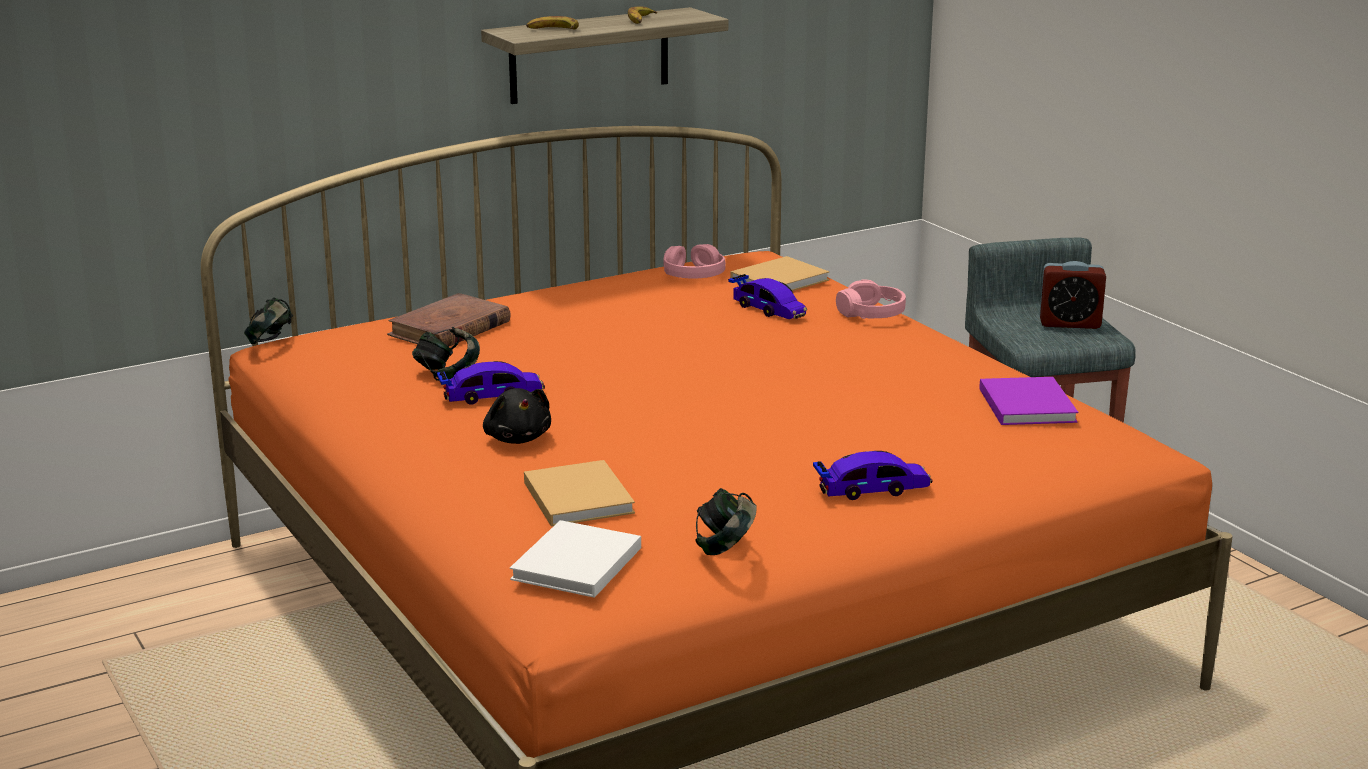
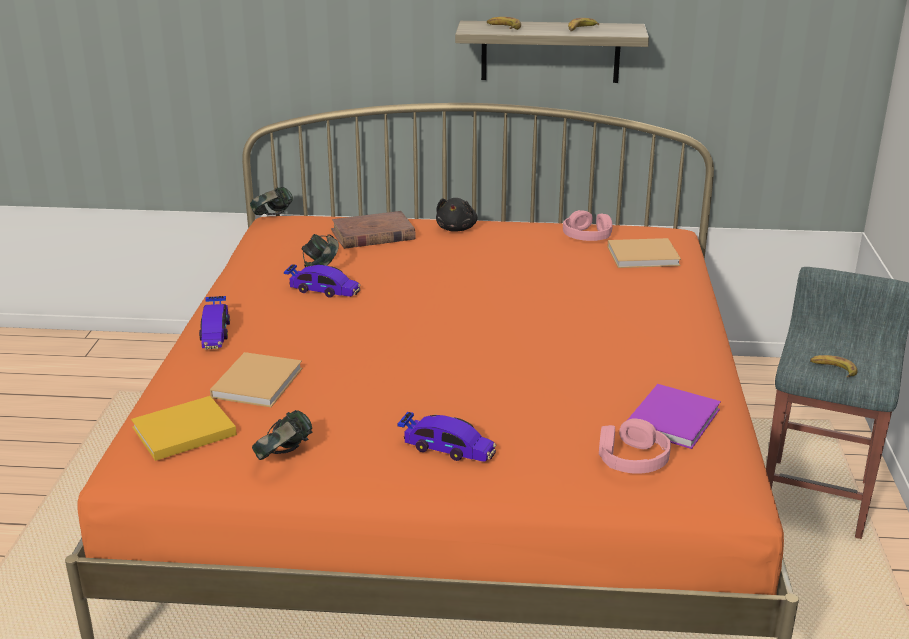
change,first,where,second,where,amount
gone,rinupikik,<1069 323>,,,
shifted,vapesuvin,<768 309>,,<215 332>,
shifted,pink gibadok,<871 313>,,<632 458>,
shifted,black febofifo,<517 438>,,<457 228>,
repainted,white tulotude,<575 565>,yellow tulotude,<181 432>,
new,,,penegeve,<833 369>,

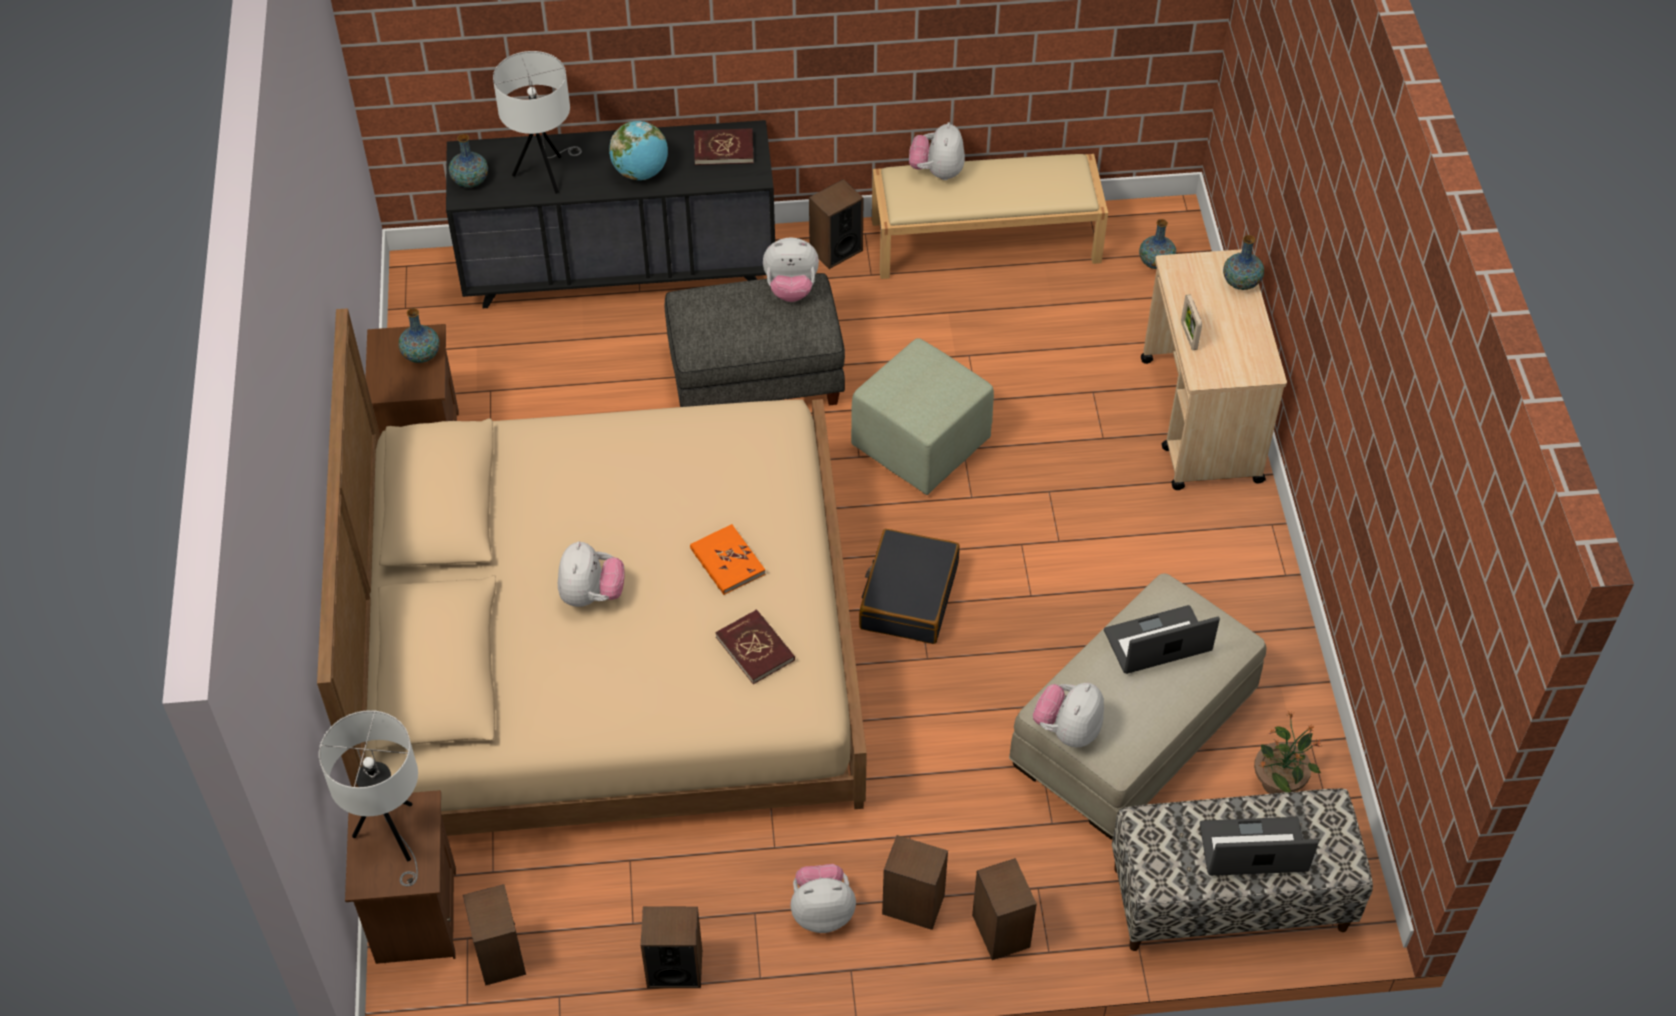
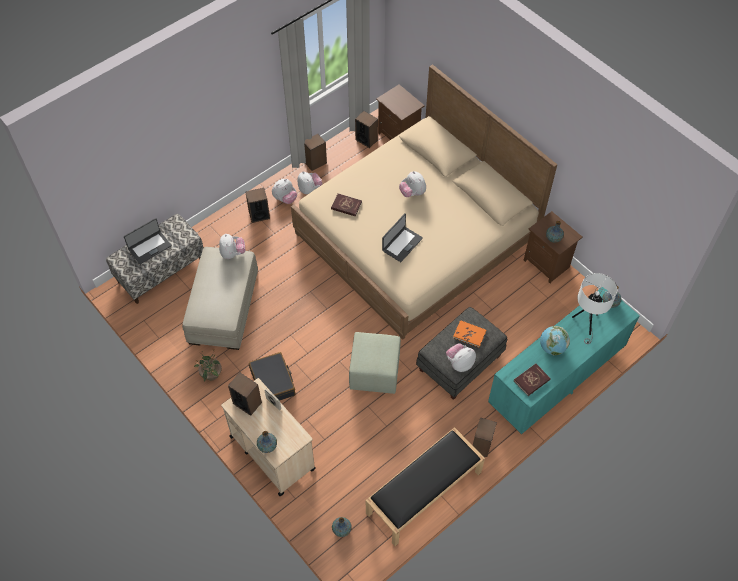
change,first,where,second,where,amount
repainted,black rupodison,<621 270>,turquoise rupodison,<555 379>,
shifted,febofifo,<937 172>,,<309 189>,
repainted,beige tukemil,<987 240>,black tukemil,<424 493>,
shifted,orange tulotude,<727 562>,,<469 334>,
shifted,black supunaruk,<908 596>,,<273 382>,
shifted,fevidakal,<1158 642>,,<402 244>,
gone,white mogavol,<392 837>,,,
shifted,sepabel,<1279 781>,,<211 374>,
shifted,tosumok,<1000 931>,,<247 403>,

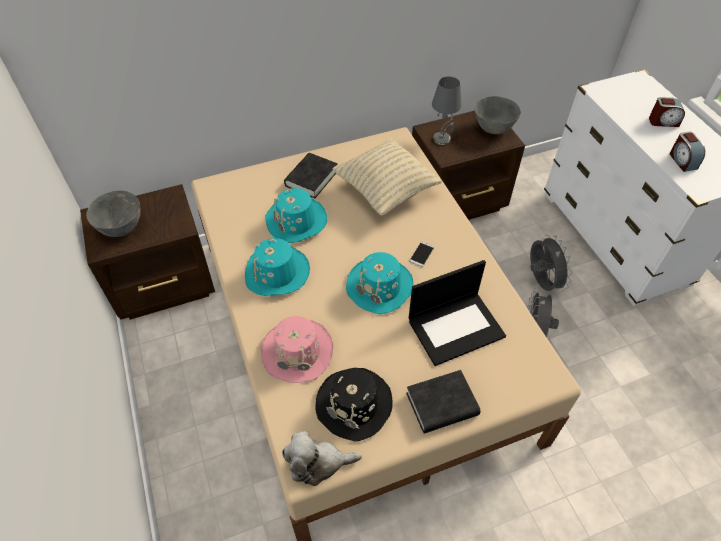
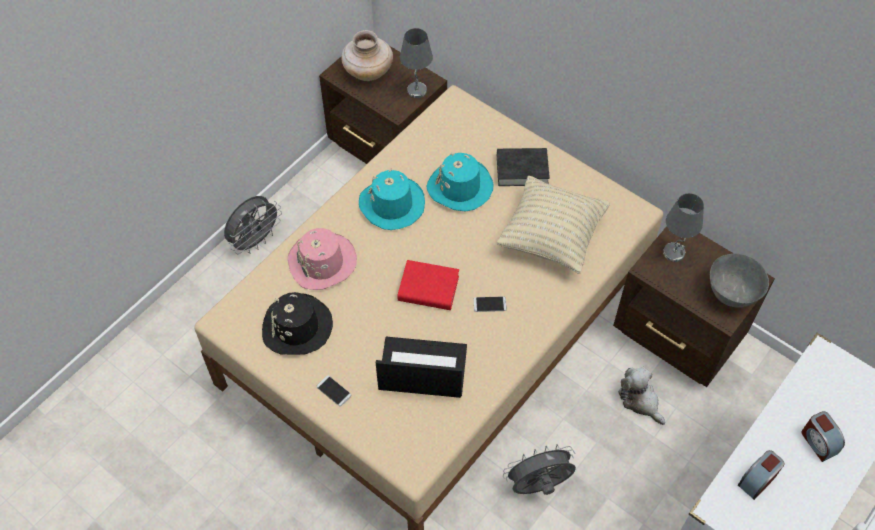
change,first,where,second,where,amount
swapped,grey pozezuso,<121 228>,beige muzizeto,<368 72>,
shifted,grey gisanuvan,<540 281>,,<255 241>,
swapped,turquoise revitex,<380 286>,red tulotude,<428 289>,
rotated,fevidakal,<456 327>,,<421 369>,150 degrees clockwise
swapped,black tulotude,<442 404>,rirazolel,<334 391>,
shifted,febofifo,<318 463>,,<640 400>,
new,,,grey mogavol,<417 91>,

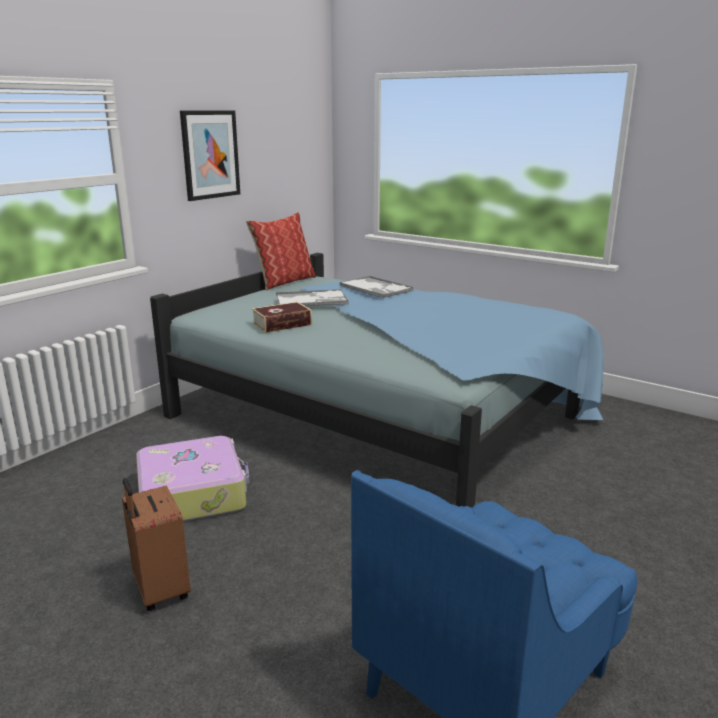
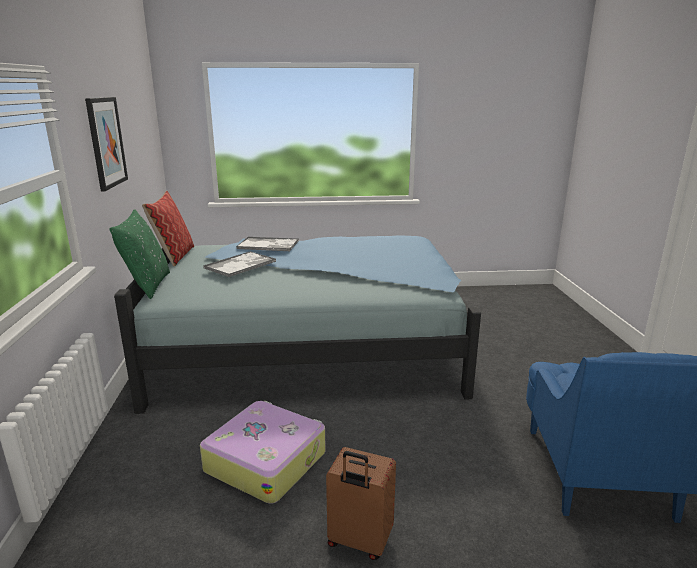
change,first,where,second,where,amount
gone,tulotude,<282 324>,,,
new,,,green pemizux,<147 286>,

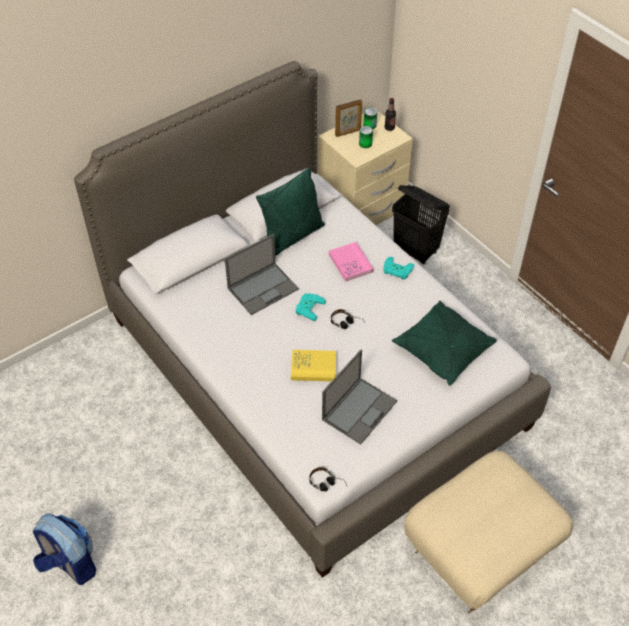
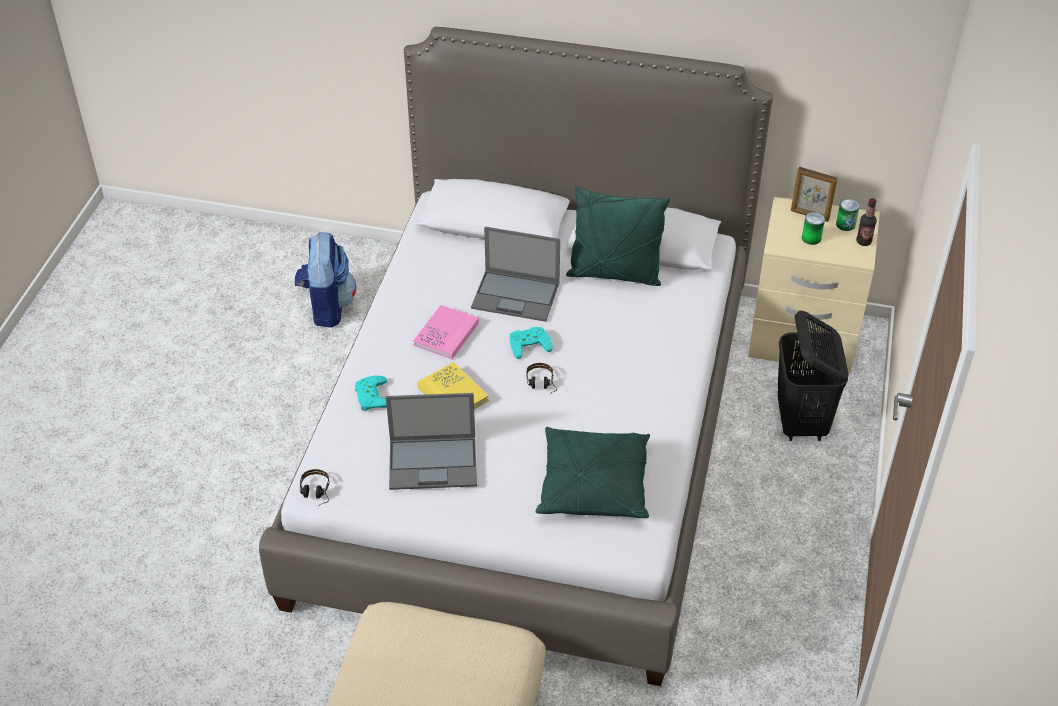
change,first,where,second,where,amount
shifted,pink tulotude,<350 263>,,<446 334>,
shifted,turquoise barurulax,<396 271>,,<370 396>,
shifted,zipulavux,<70 564>,,<327 306>,

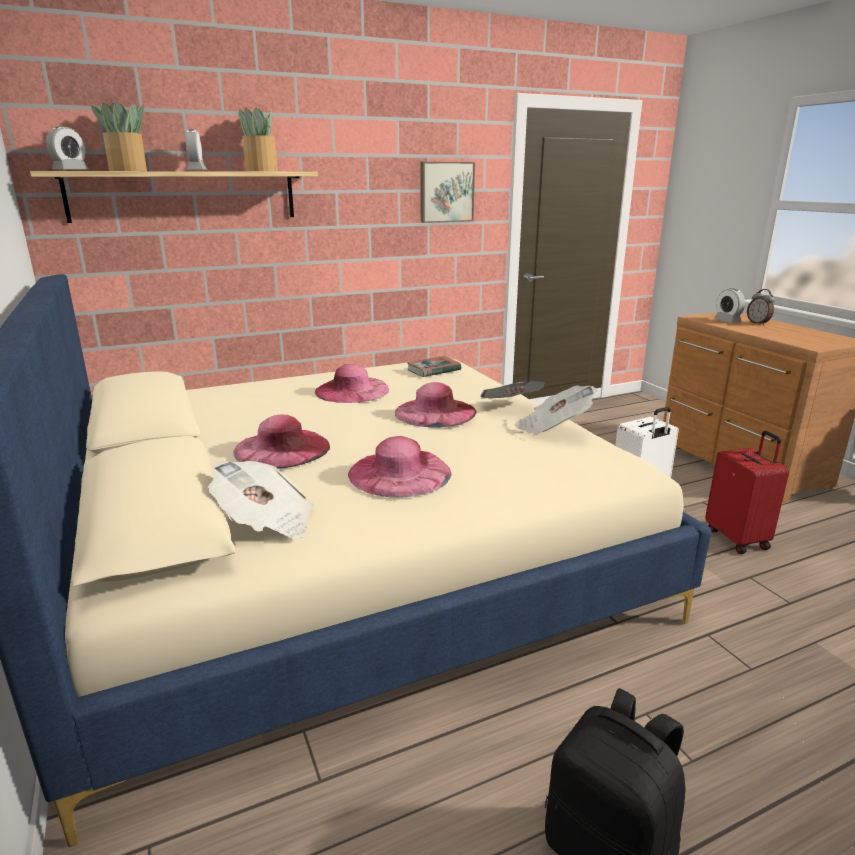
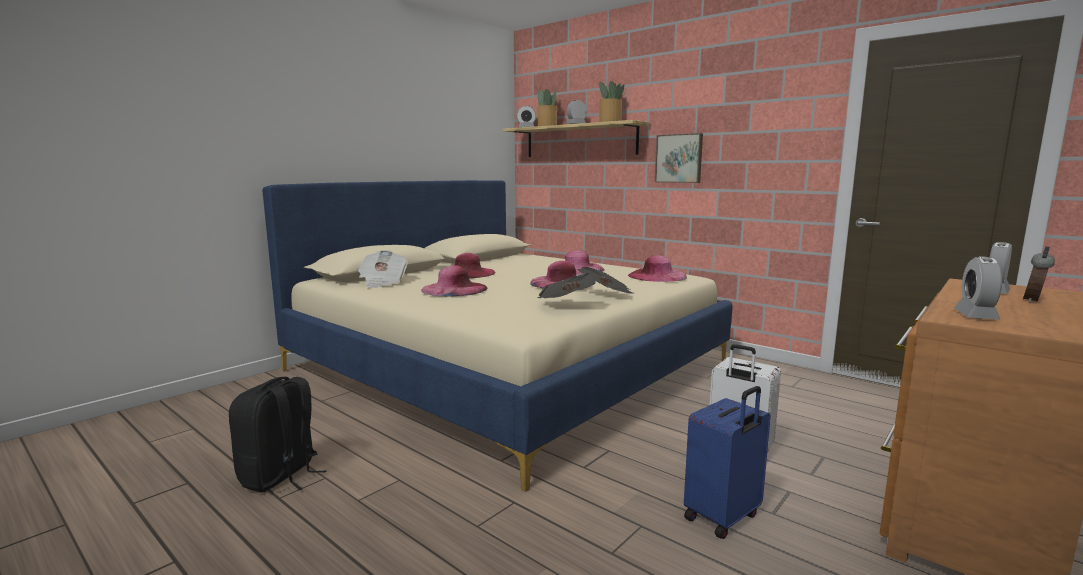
change,first,where,second,where,amount
shifted,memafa,<446 192>,,<679 158>,
swapped,tulotude,<434 370>,pink revitex,<657 276>,
repainted,red supunaruk,<738 538>,blue supunaruk,<723 517>,
new,,,rinupikik,<975 315>,

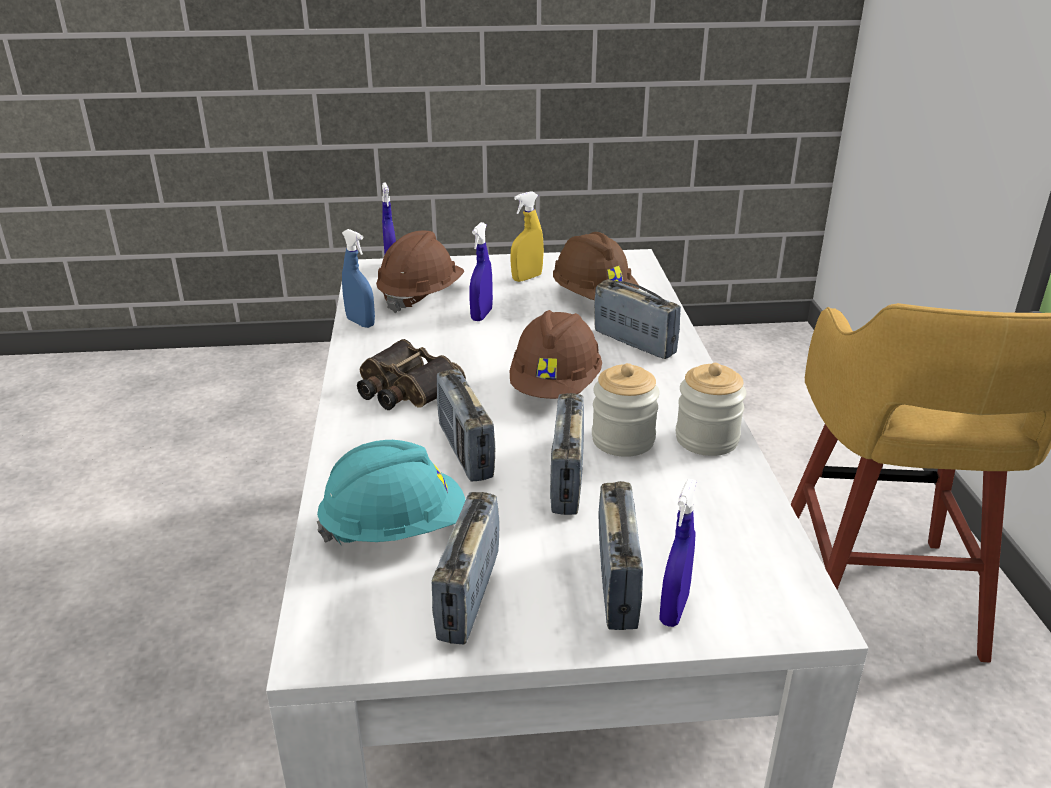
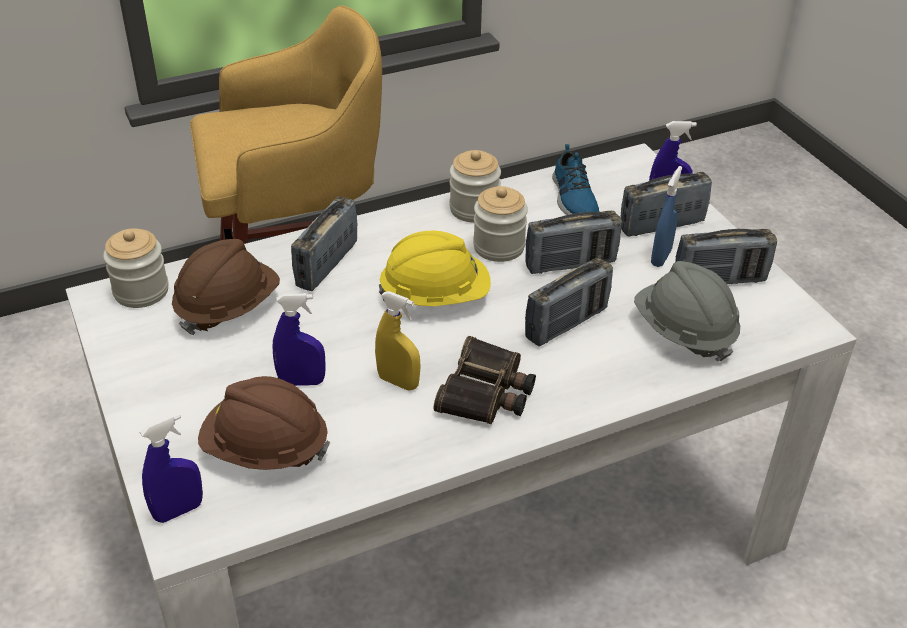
change,first,where,second,where,amount
shifted,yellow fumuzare,<527 278>,,<398 382>,
shifted,blue fumuzare,<360 322>,,<661 257>,
repainted,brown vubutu,<555 387>,yellow vubutu,<435 296>,
repainted,turquoise vubutu,<395 528>,grey vubutu,<683 332>,
new,,,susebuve,<573 199>,
new,,,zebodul,<141 291>,

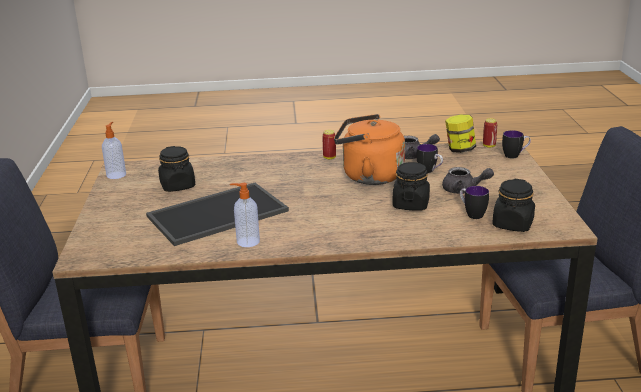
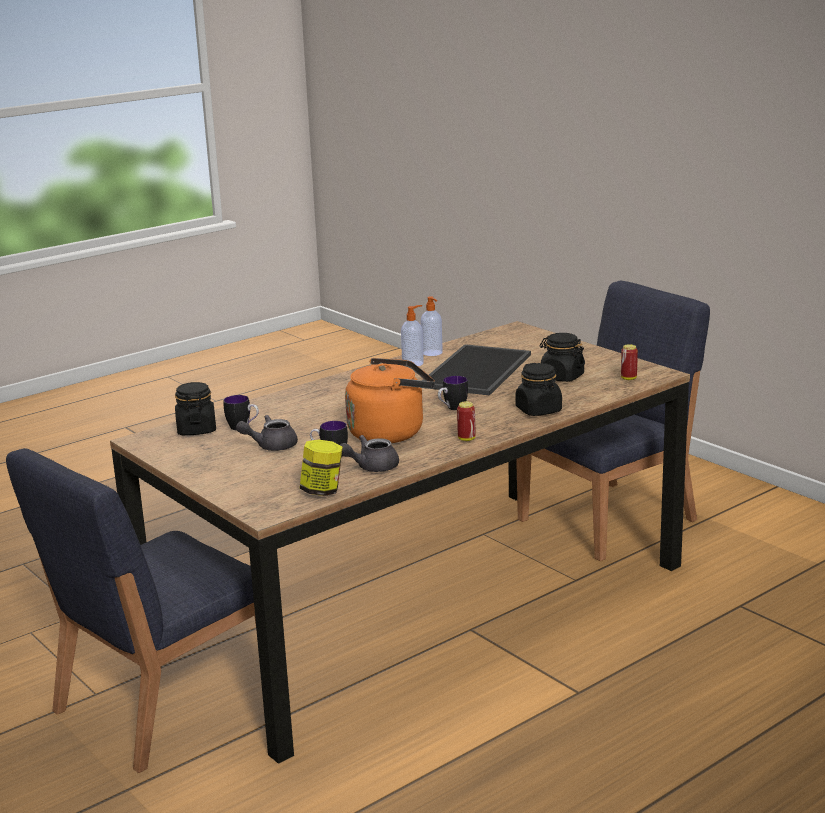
change,first,where,second,where,amount
shifted,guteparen,<489 146>,,<628 378>,
shifted,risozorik,<116 175>,,<432 353>,
shifted,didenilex,<515 155>,,<452 409>,
shifted,black zebodul,<411 204>,,<539 410>,

